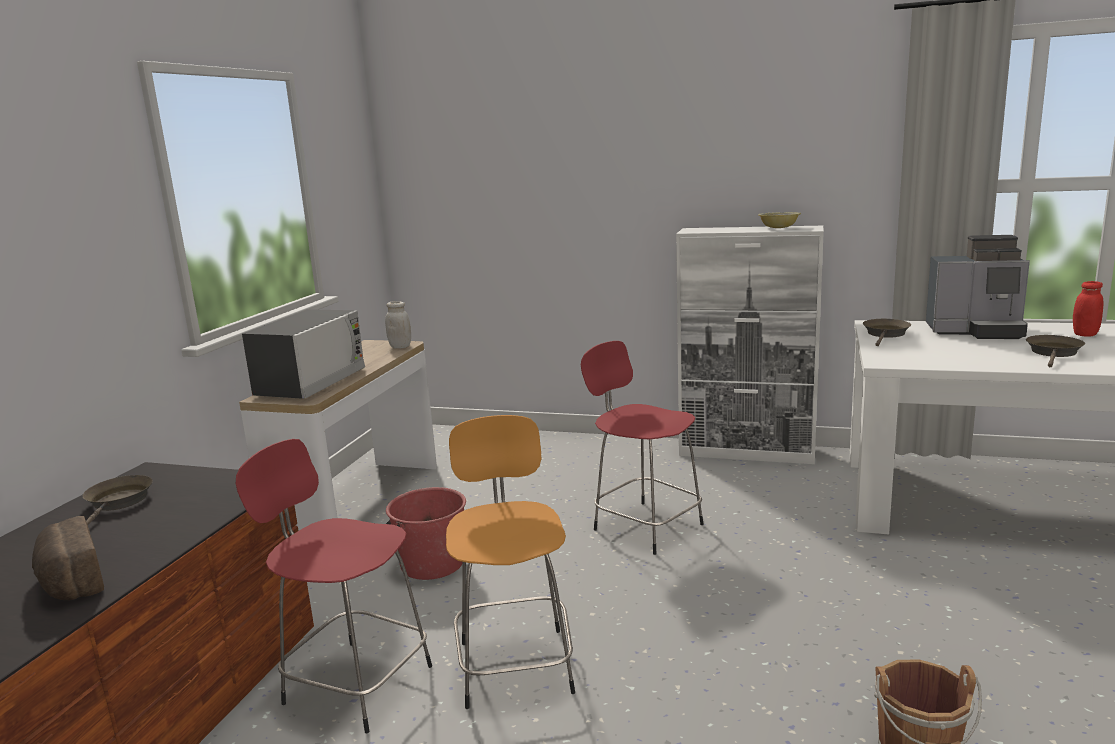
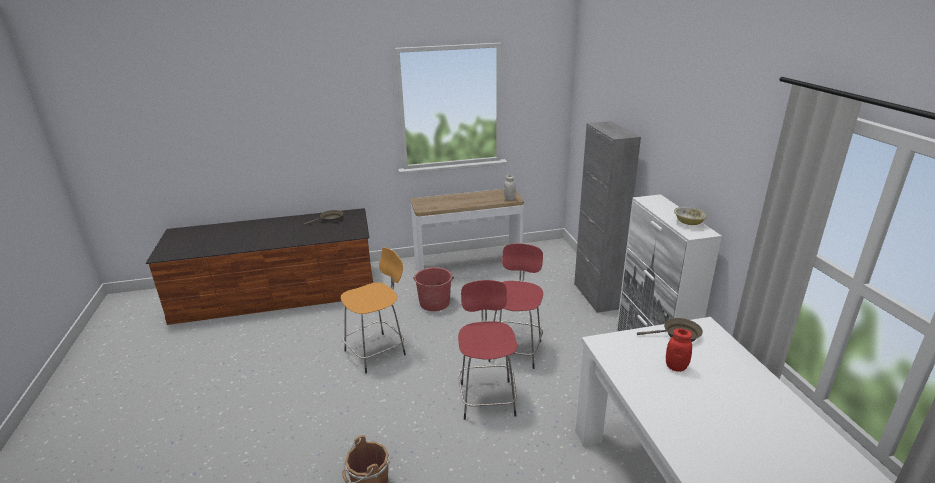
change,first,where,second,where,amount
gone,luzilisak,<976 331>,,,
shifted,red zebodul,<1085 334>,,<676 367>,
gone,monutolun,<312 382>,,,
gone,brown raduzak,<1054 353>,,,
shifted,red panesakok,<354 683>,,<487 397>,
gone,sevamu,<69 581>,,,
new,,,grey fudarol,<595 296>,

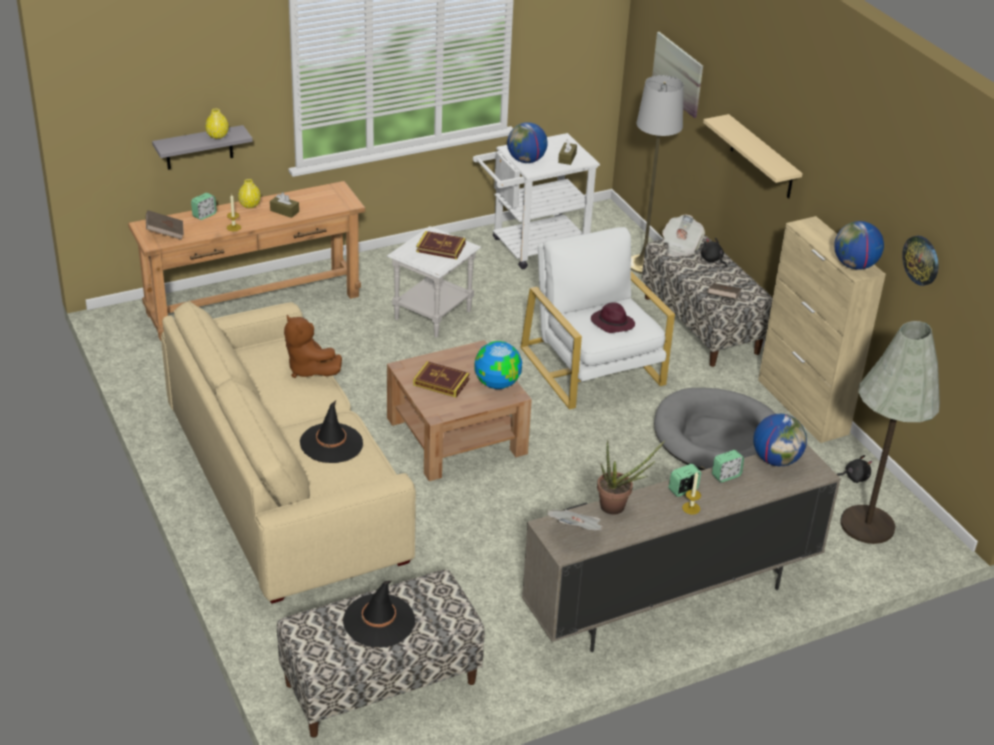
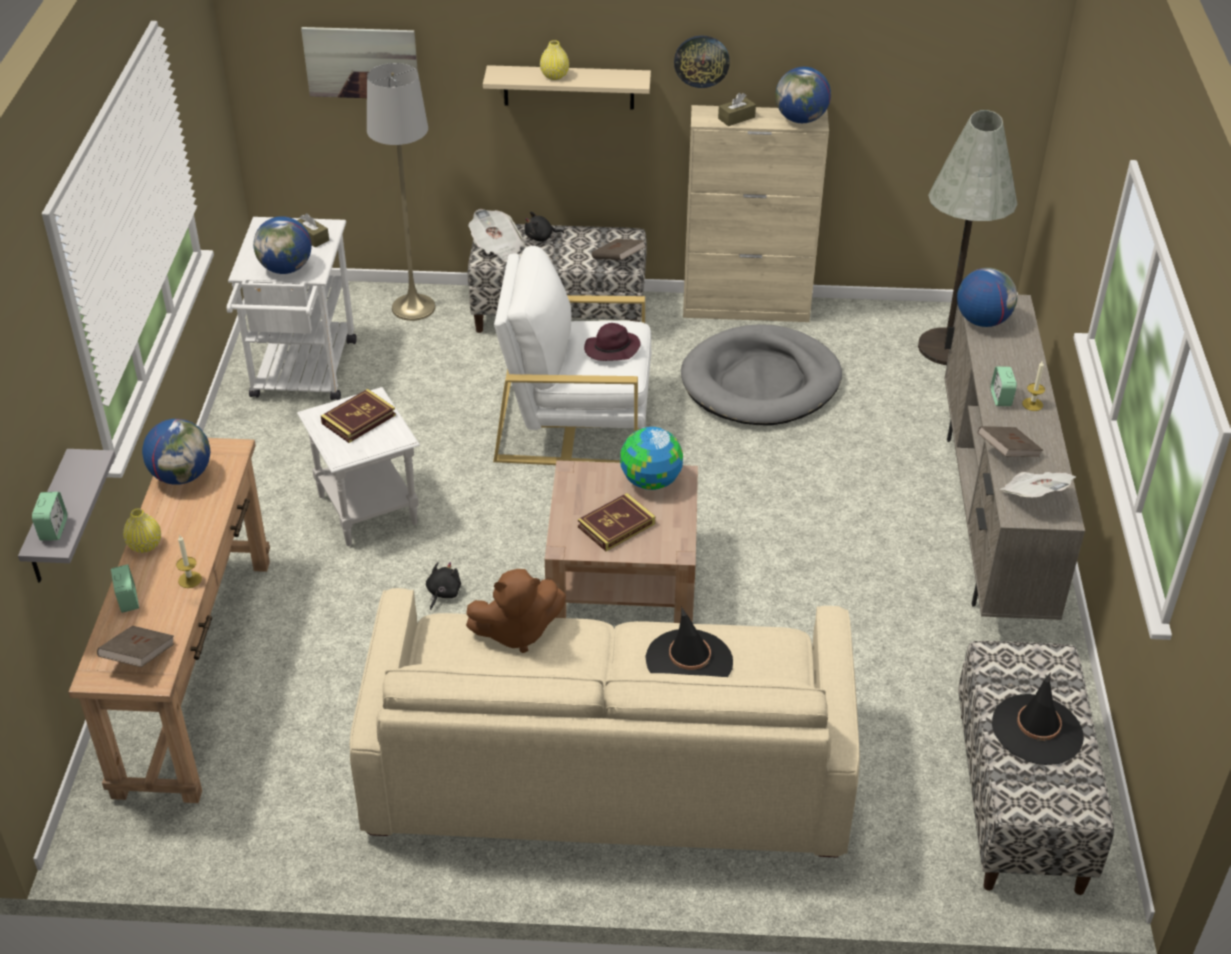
change,first,where,second,where,amount
shifted,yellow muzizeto,<217 136>,,<554 76>,
shifted,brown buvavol,<284 211>,,<736 118>,
shifted,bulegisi,<921 260>,,<701 61>,
swapped,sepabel,<618 507>,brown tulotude,<1007 452>,
shifted,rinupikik,<726 476>,,<53 529>,
shifted,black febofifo,<854 477>,,<443 593>,
new,,,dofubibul,<182 476>,

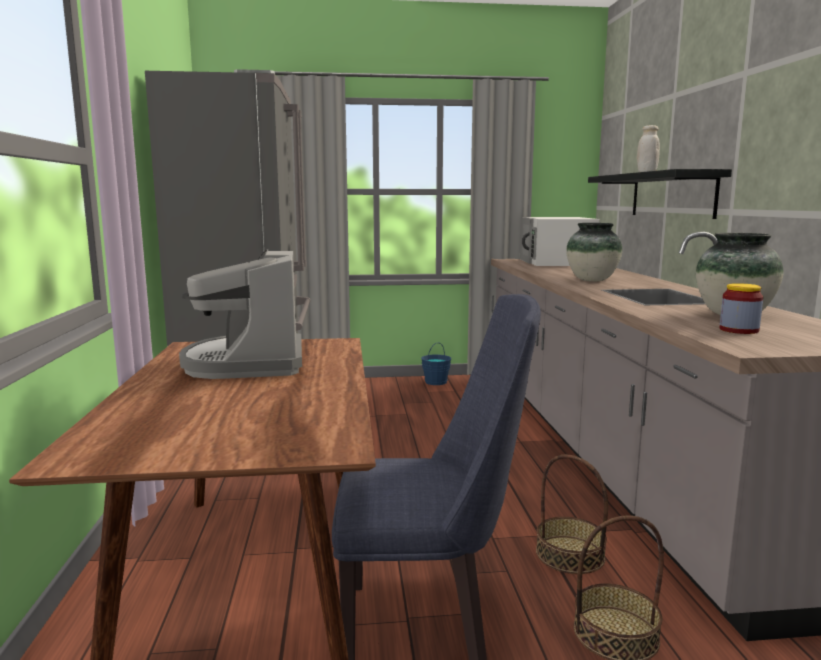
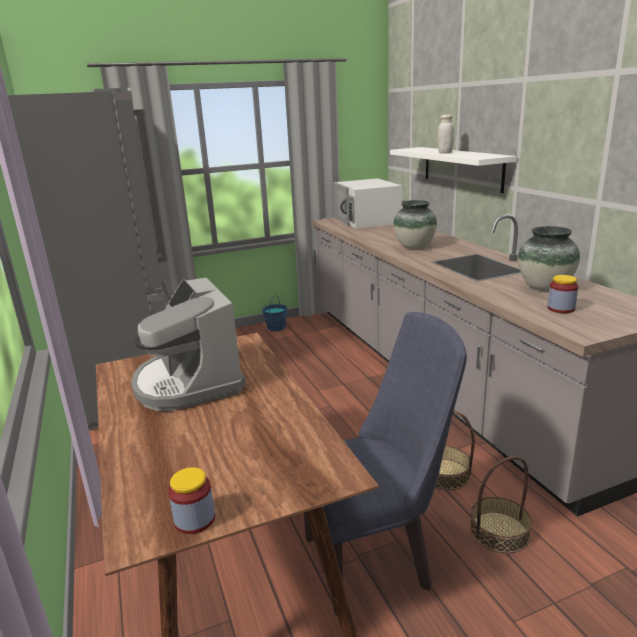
change,first,where,second,where,amount
repainted,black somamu,<671 195>,white somamu,<462 168>,
new,,,zebodul,<195 519>,

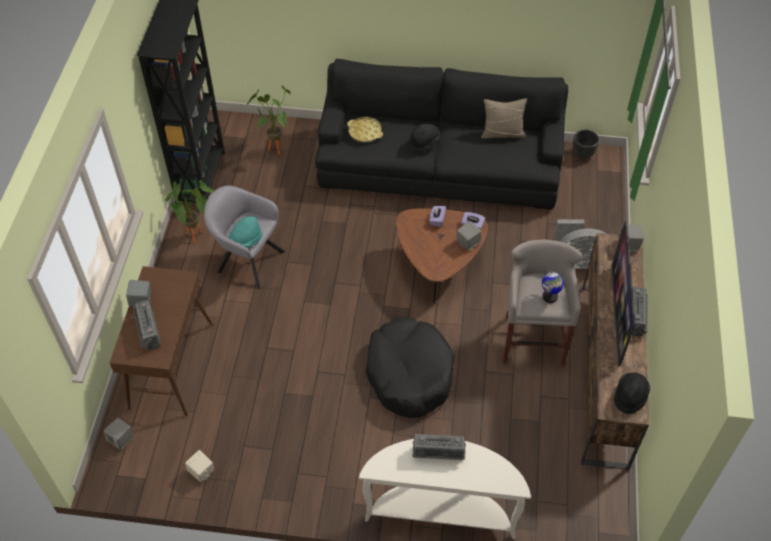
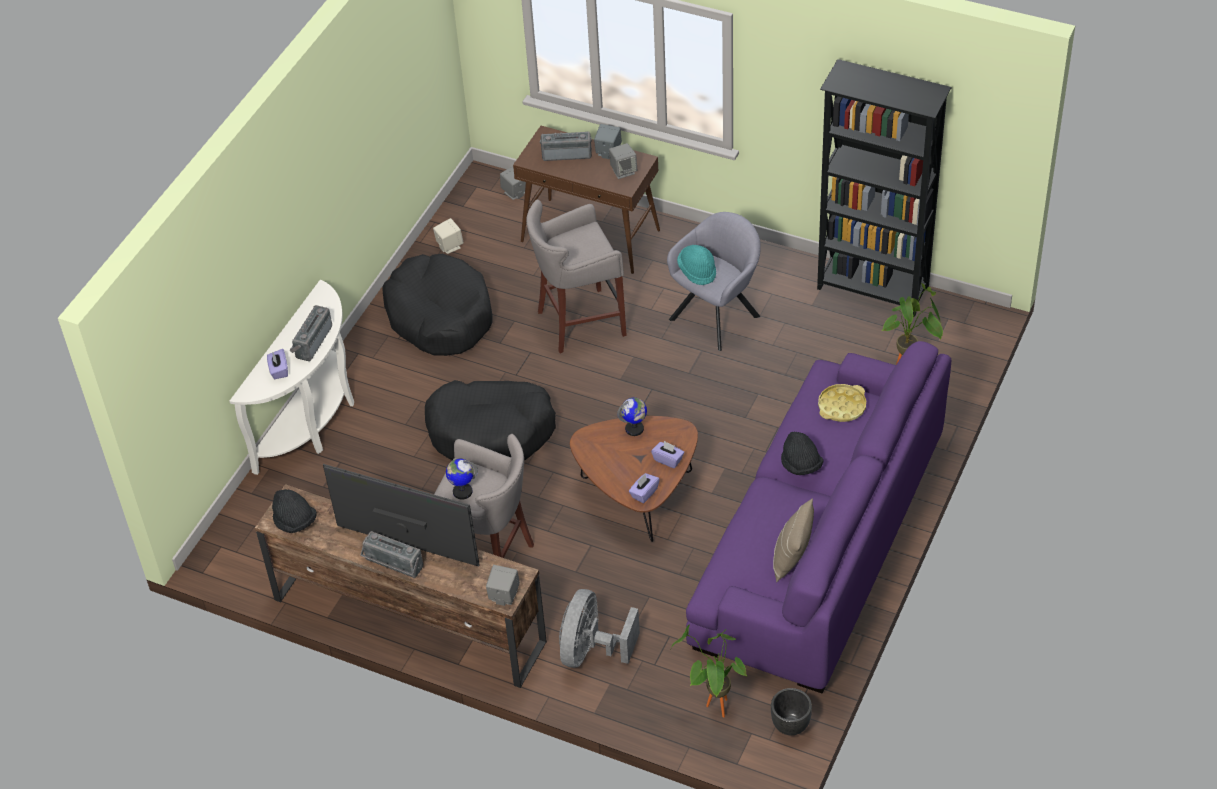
change,first,where,second,where,amount
repainted,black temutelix,<439 166>,purple temutelix,<819 539>,
shifted,sepabel,<197 238>,,<714 710>,
shifted,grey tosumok,<467 243>,,<623 171>,
new,,,grey panesakok,<578 322>,
new,,,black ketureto,<440 316>,
new,,,purple buvavol,<279 370>,
new,,,dofubibul,<634 429>,

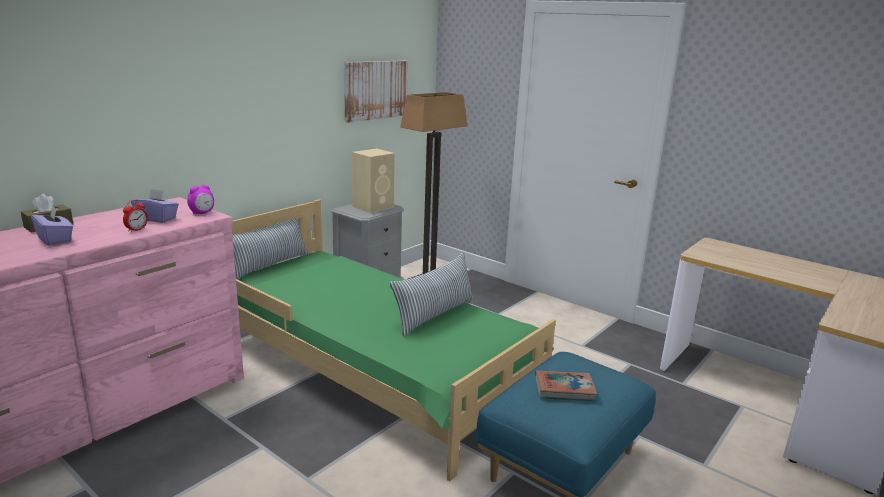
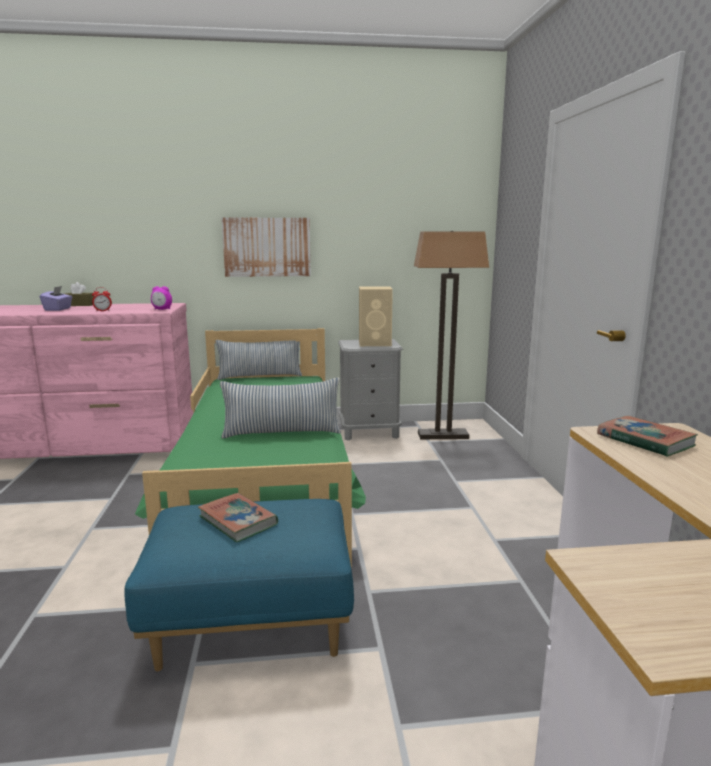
change,first,where,second,where,amount
shifted,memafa,<375 90>,,<267 247>,
gone,purple buvavol,<157 219>,,,
new,,,tulotude,<644 441>,

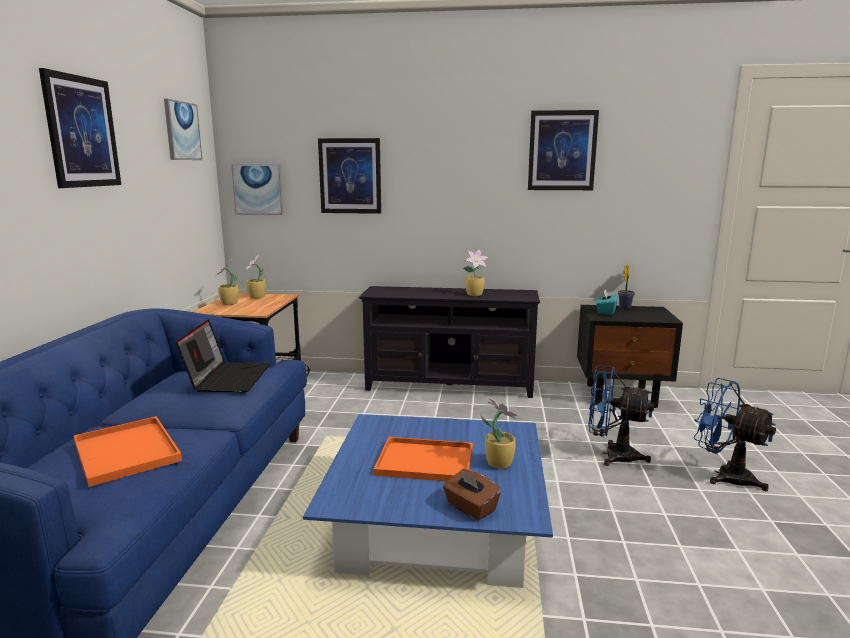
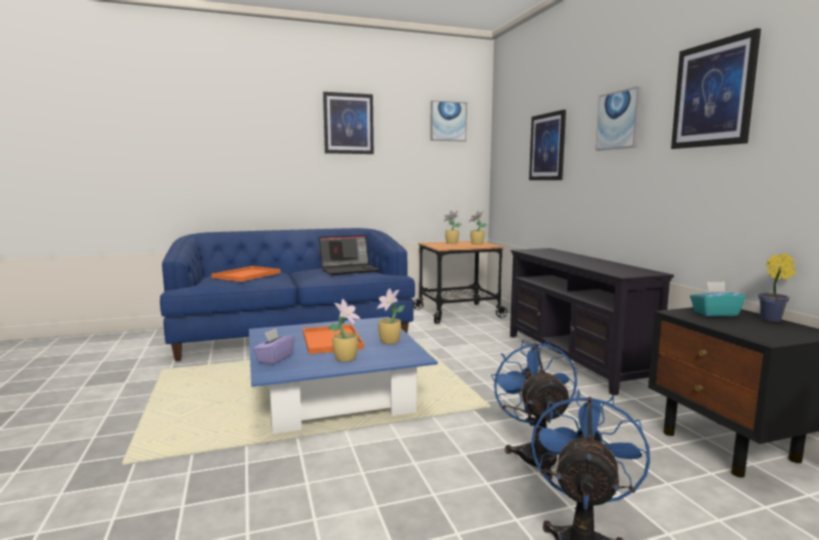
change,first,where,second,where,amount
shifted,memafa,<258 189>,,<619 120>,
shifted,sepabel,<475 294>,,<390 342>,
repainted,brown buvavol,<470 508>,purple buvavol,<274 359>,

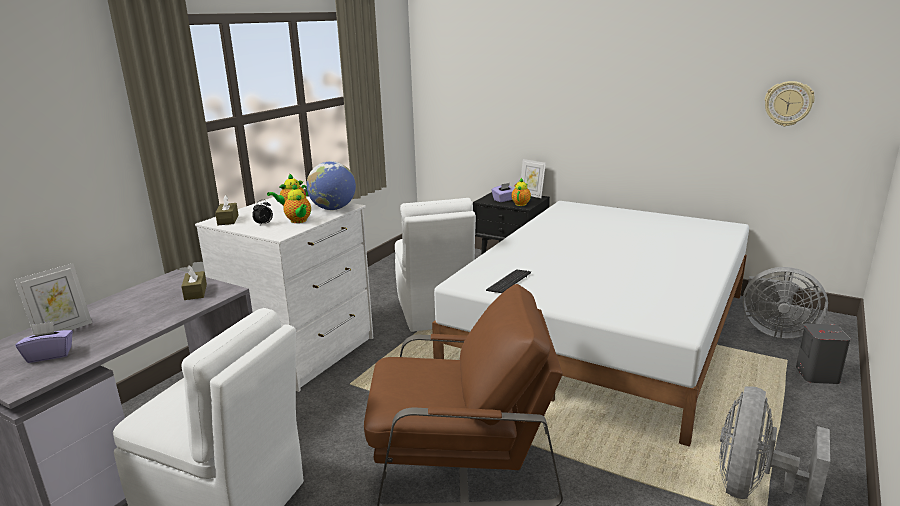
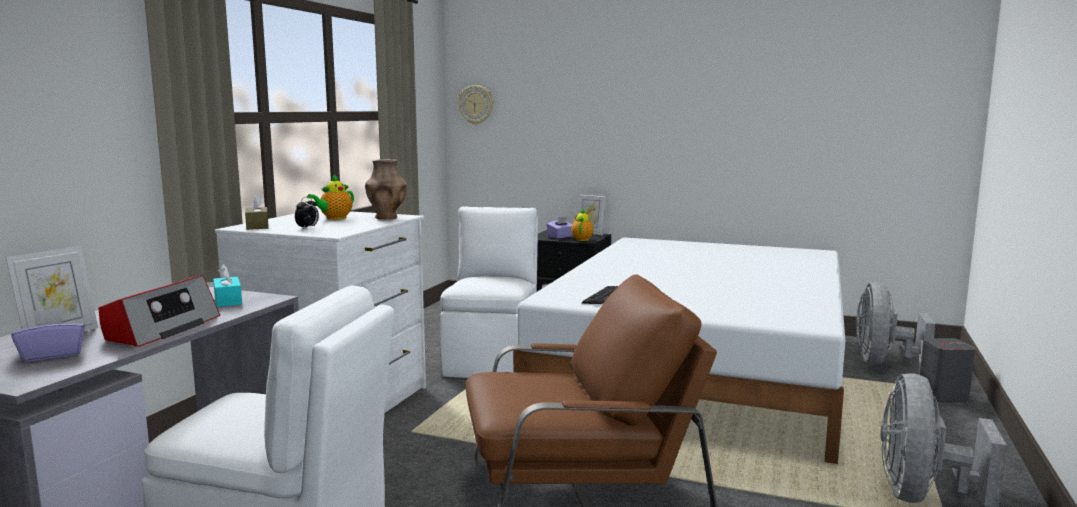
change,first,where,second,where,amount
shifted,bulegisi,<788 103>,,<476 105>,
swapped,dofubibul,<333 209>,brown muzizeto,<386 218>,
gone,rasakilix,<299 221>,,,
rotated,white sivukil,<434 311>,,<493 360>,150 degrees counterclockwise
repainted,brown buvavol,<195 292>,turquoise buvavol,<228 300>,
rotated,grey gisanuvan,<774 331>,,<882 362>,90 degrees clockwise
new,,,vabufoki,<162 329>,

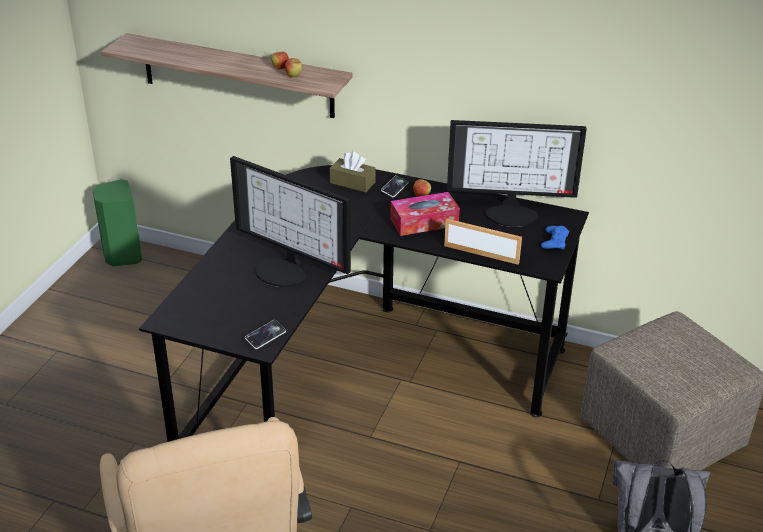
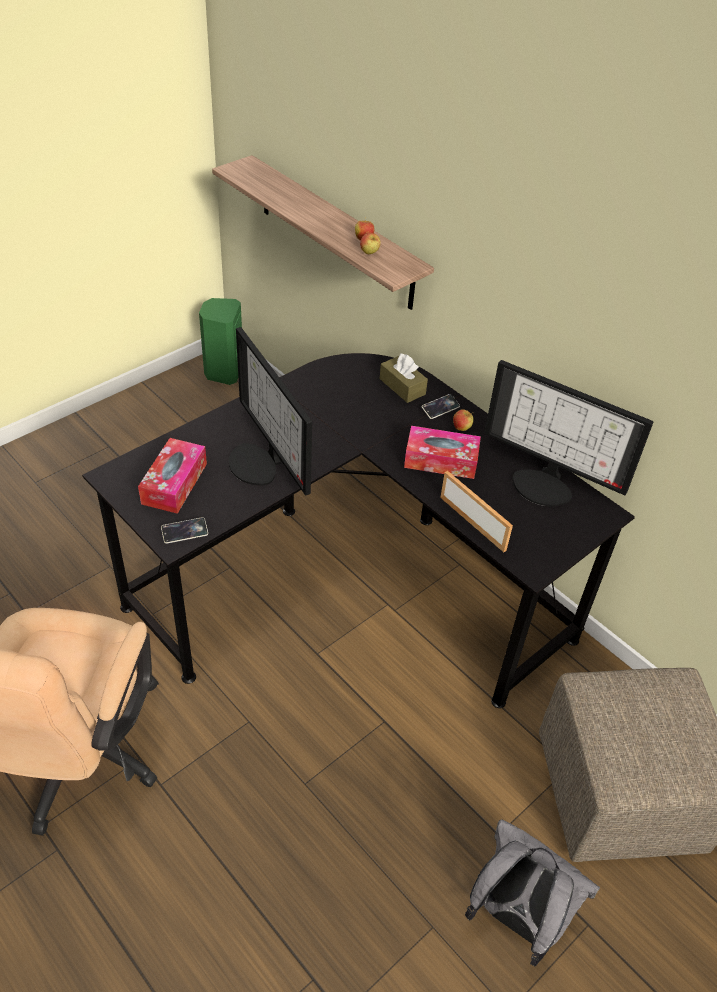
change,first,where,second,where,amount
gone,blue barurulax,<554 241>,,,
new,,,buvavol,<174 483>,

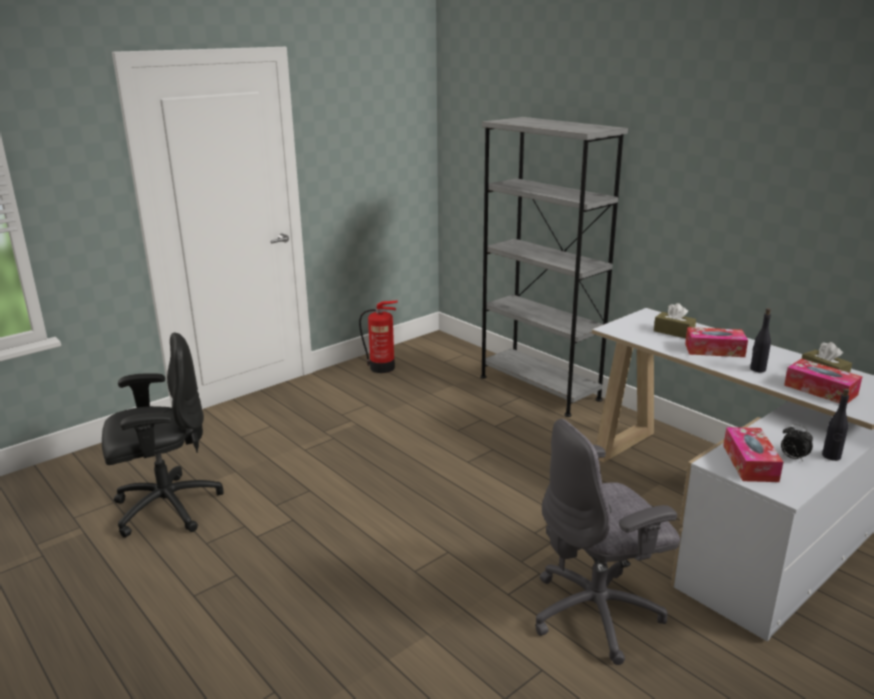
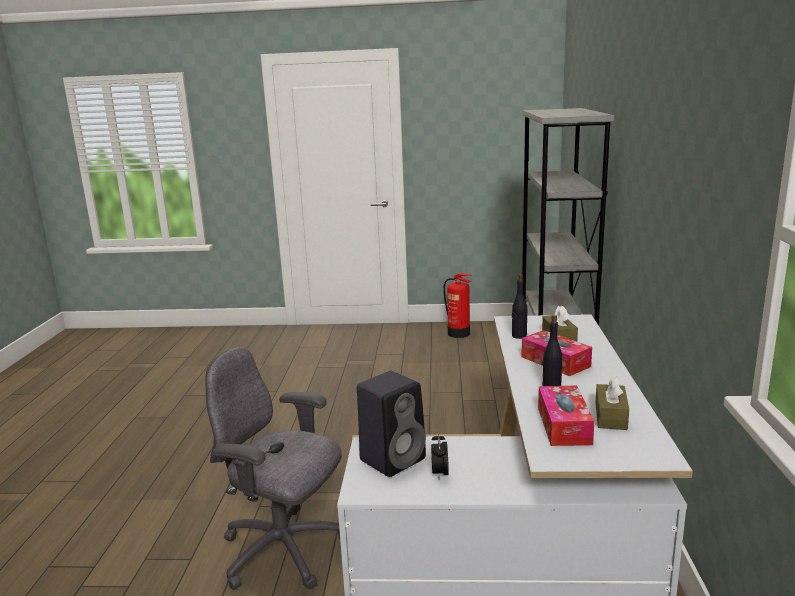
change,first,where,second,where,amount
gone,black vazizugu,<166 507>,,,
shifted,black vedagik,<831 456>,,<519 336>,
swapped,buvavol,<750 463>,black tosumok,<394 458>,

